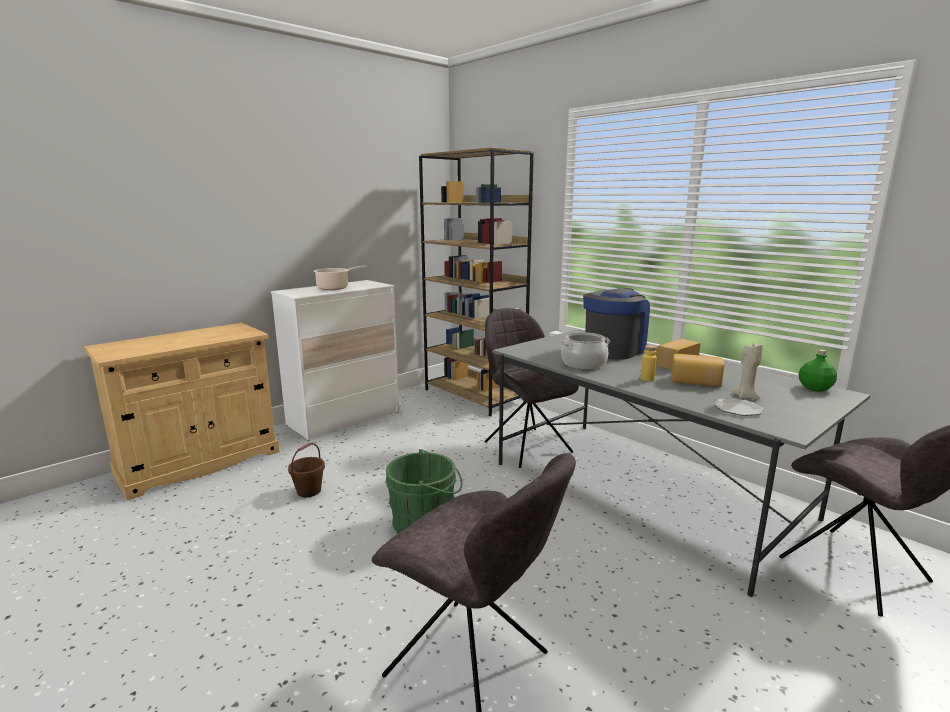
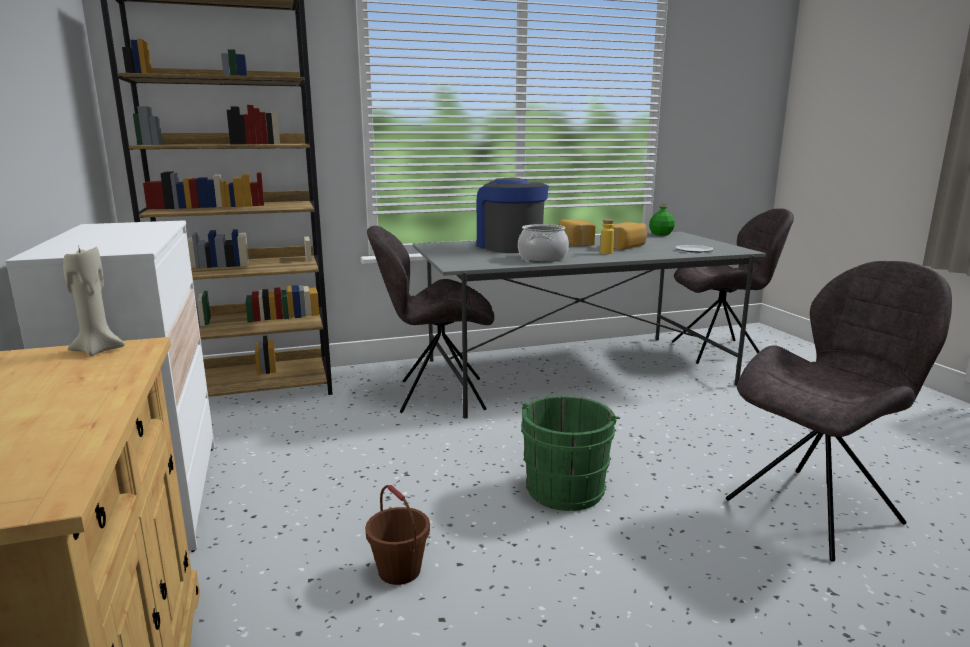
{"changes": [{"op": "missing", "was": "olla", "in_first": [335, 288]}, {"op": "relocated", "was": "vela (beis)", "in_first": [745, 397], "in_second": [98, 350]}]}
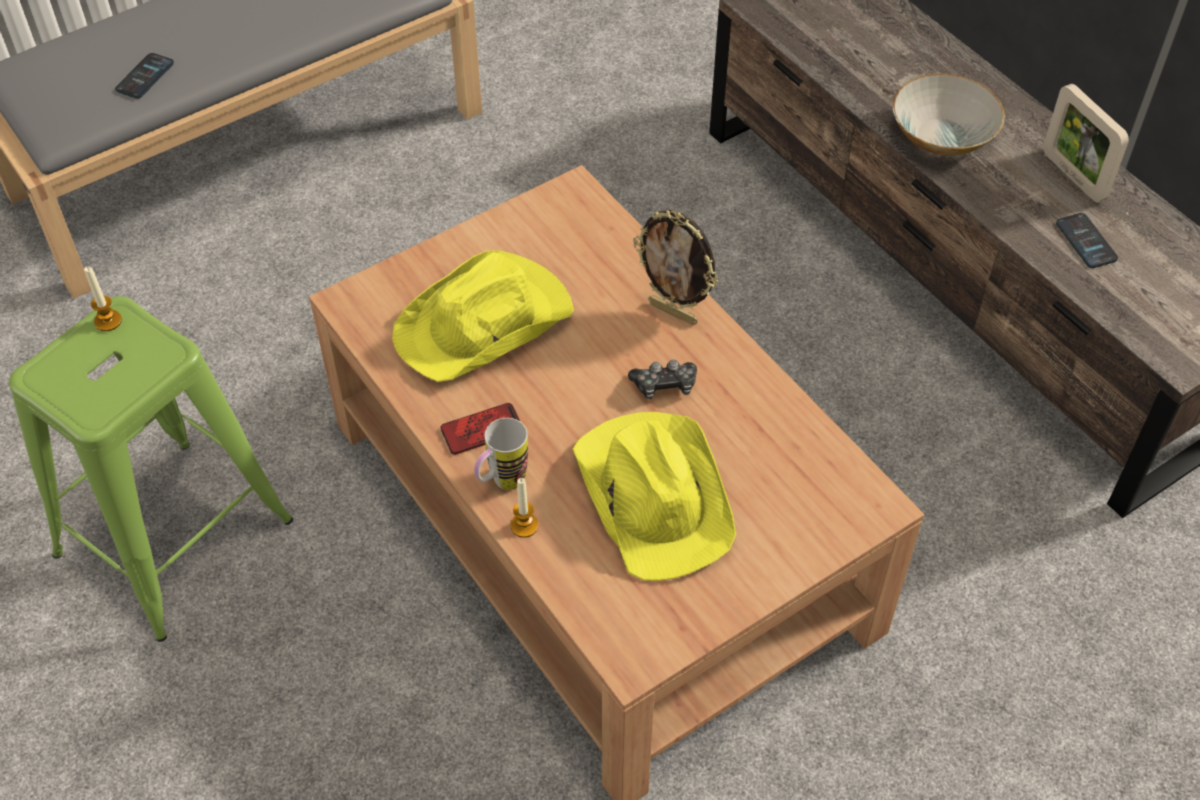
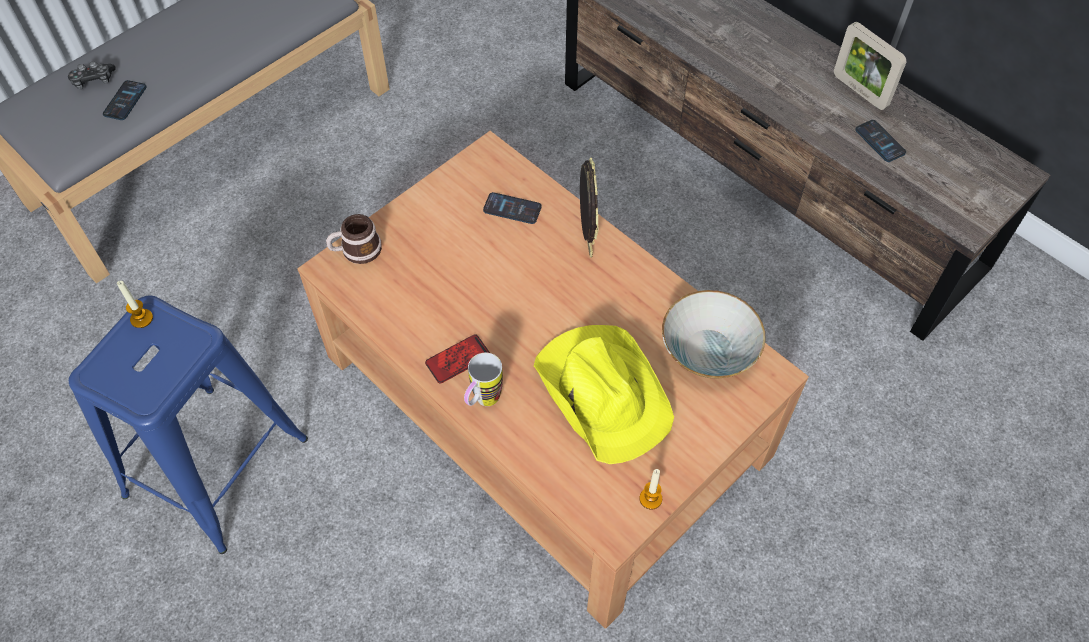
{"changes": [{"op": "colour", "was": "taburete (verde)", "now": "taburete (azul)", "in_first": [172, 538], "in_second": [215, 468]}, {"op": "missing", "was": "sombrero (amarillo)", "in_first": [485, 323]}, {"op": "relocated", "was": "vela", "in_first": [524, 526], "in_second": [650, 499]}, {"op": "relocated", "was": "mando de consola", "in_first": [664, 385], "in_second": [93, 80]}, {"op": "spun", "was": "portarretratos", "in_first": [674, 312], "in_second": [586, 241], "clockwise": -120}, {"op": "relocated", "was": "cuenco", "in_first": [940, 136], "in_second": [707, 349]}, {"op": "appeared", "now": "taza grande", "in_second": [356, 250]}, {"op": "appeared", "now": "móvil", "in_second": [512, 209]}]}
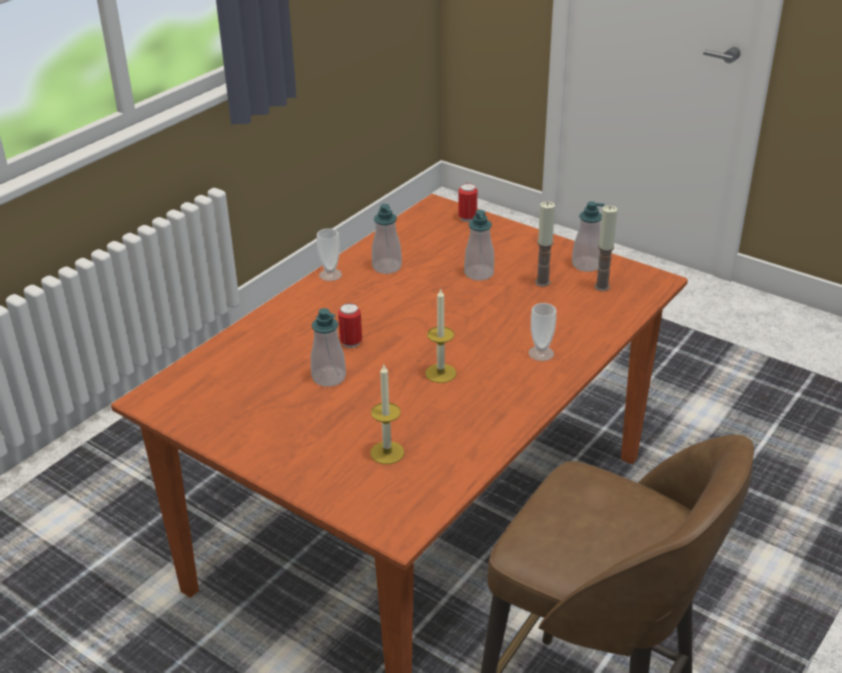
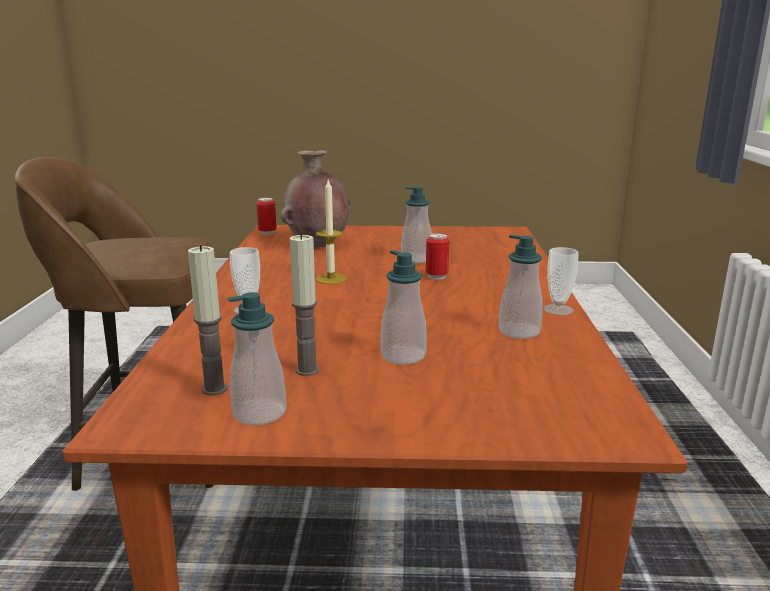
{"changes": [{"op": "exchanged", "was": "vela", "now": "florero (marrón)", "in_first": [387, 452], "in_second": [317, 244]}, {"op": "relocated", "was": "lata", "in_first": [467, 218], "in_second": [267, 233]}]}
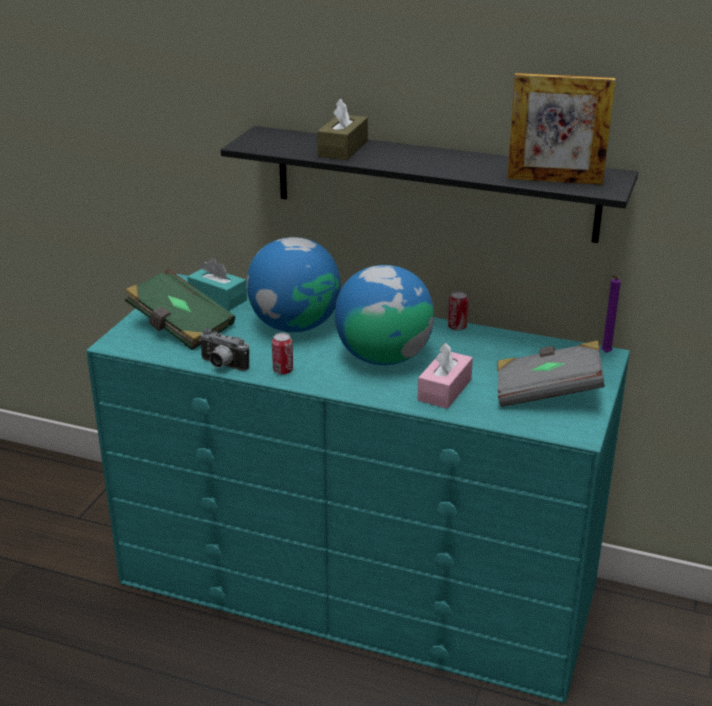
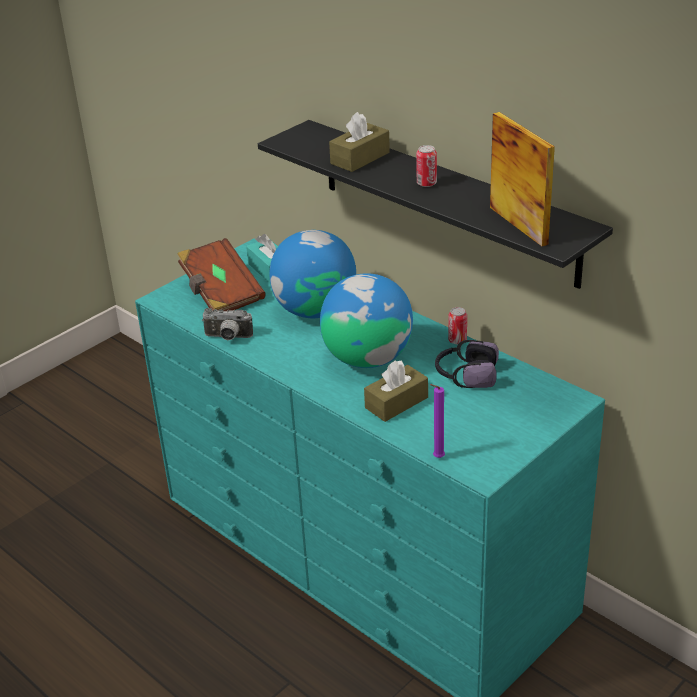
{"changes": [{"op": "colour", "was": "libro (verde)", "now": "libro (marrón)", "in_first": [180, 327], "in_second": [221, 293]}, {"op": "spun", "was": "cámara", "in_first": [221, 366], "in_second": [228, 338], "clockwise": -45}, {"op": "relocated", "was": "lata", "in_first": [283, 371], "in_second": [426, 184]}, {"op": "colour", "was": "caja de pañuelos (rosa)", "now": "caja de pañuelos (marrón)", "in_first": [444, 390], "in_second": [396, 403]}, {"op": "missing", "was": "libro (gris)", "in_first": [547, 393]}, {"op": "spun", "was": "portarretratos", "in_first": [554, 180], "in_second": [518, 225], "clockwise": -150}, {"op": "relocated", "was": "vela (morado)", "in_first": [605, 353], "in_second": [437, 458]}, {"op": "appeared", "now": "auriculares", "in_second": [466, 375]}]}
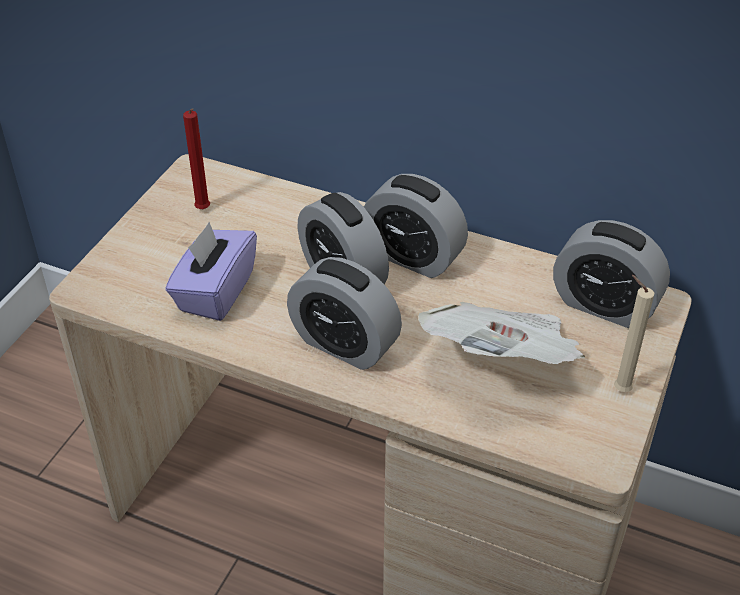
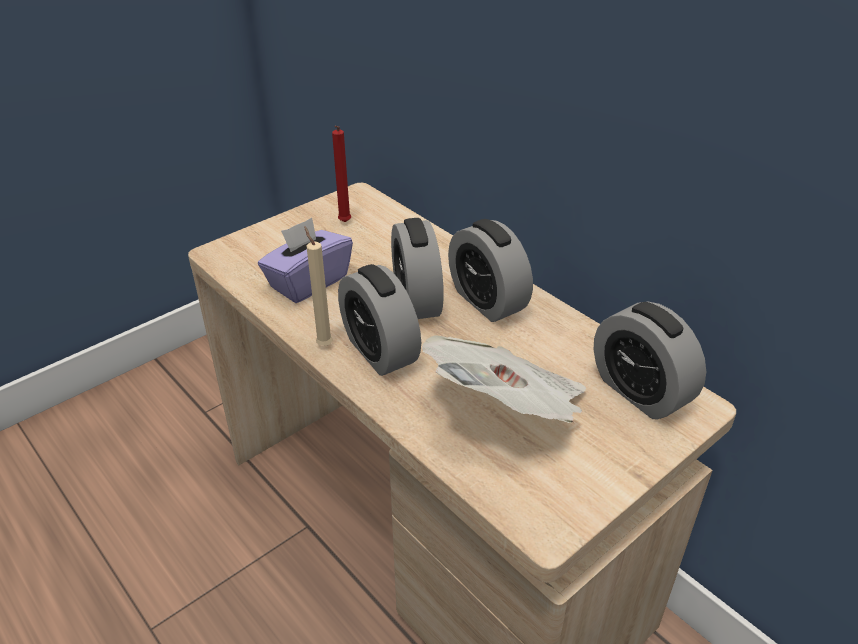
{"changes": [{"op": "relocated", "was": "vela (beis)", "in_first": [619, 389], "in_second": [323, 344]}]}
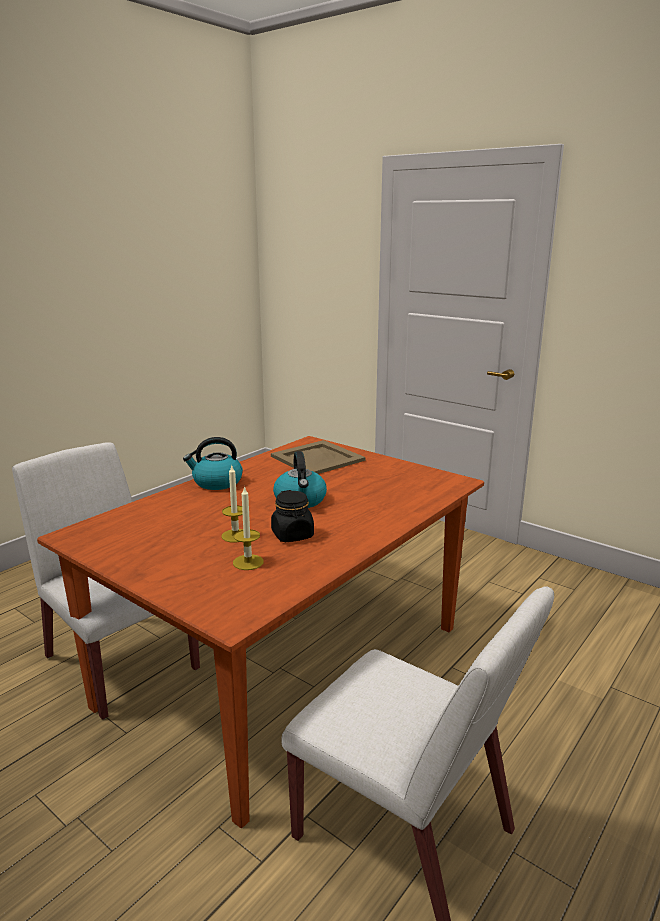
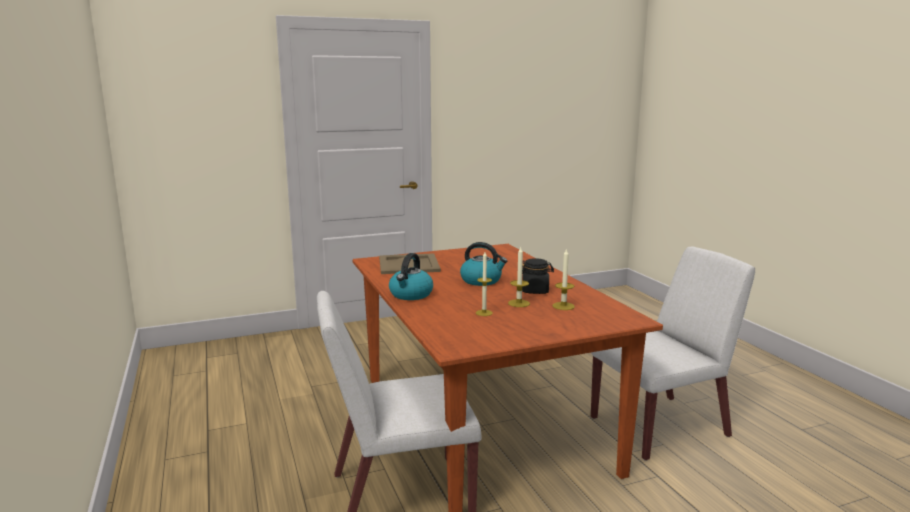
{"changes": [{"op": "appeared", "now": "vela", "in_second": [484, 313]}]}
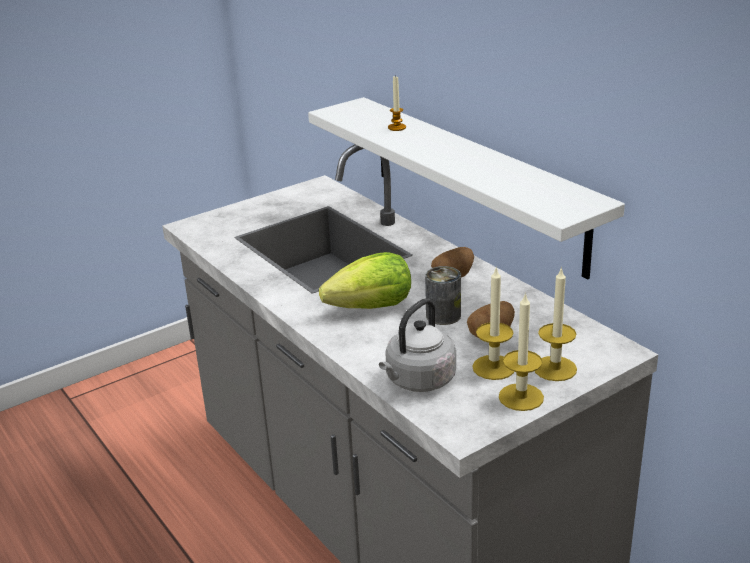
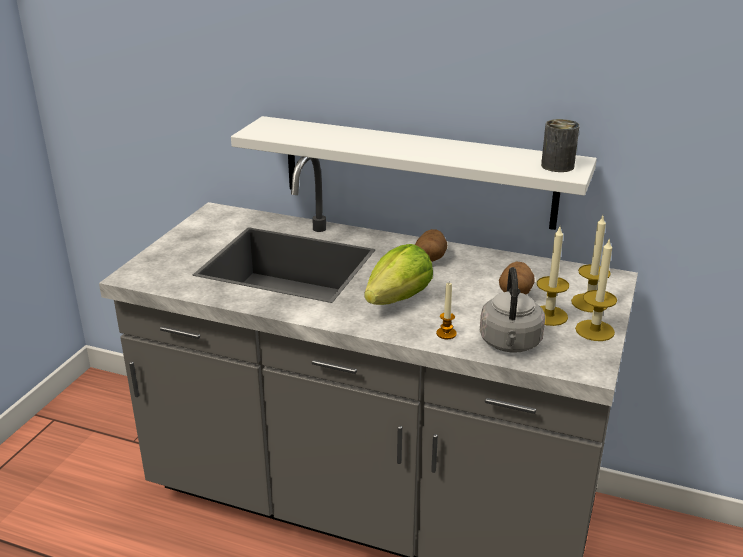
{"changes": [{"op": "relocated", "was": "vela", "in_first": [397, 127], "in_second": [446, 334]}, {"op": "relocated", "was": "lata", "in_first": [443, 315], "in_second": [557, 166]}]}
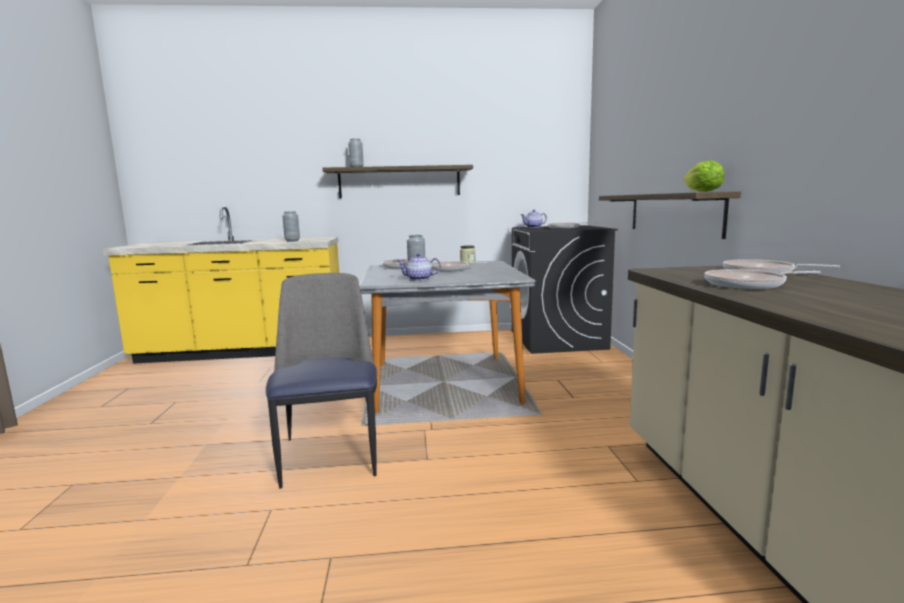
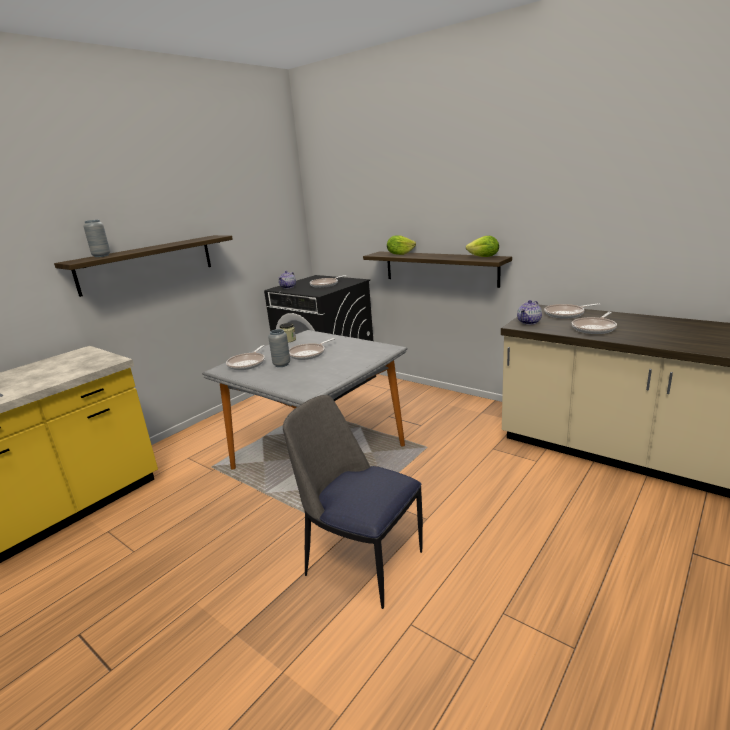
{"changes": [{"op": "missing", "was": "florero (gris)", "in_first": [292, 241]}, {"op": "relocated", "was": "tetera", "in_first": [419, 279], "in_second": [529, 322]}, {"op": "appeared", "now": "lechuga", "in_second": [400, 254]}]}
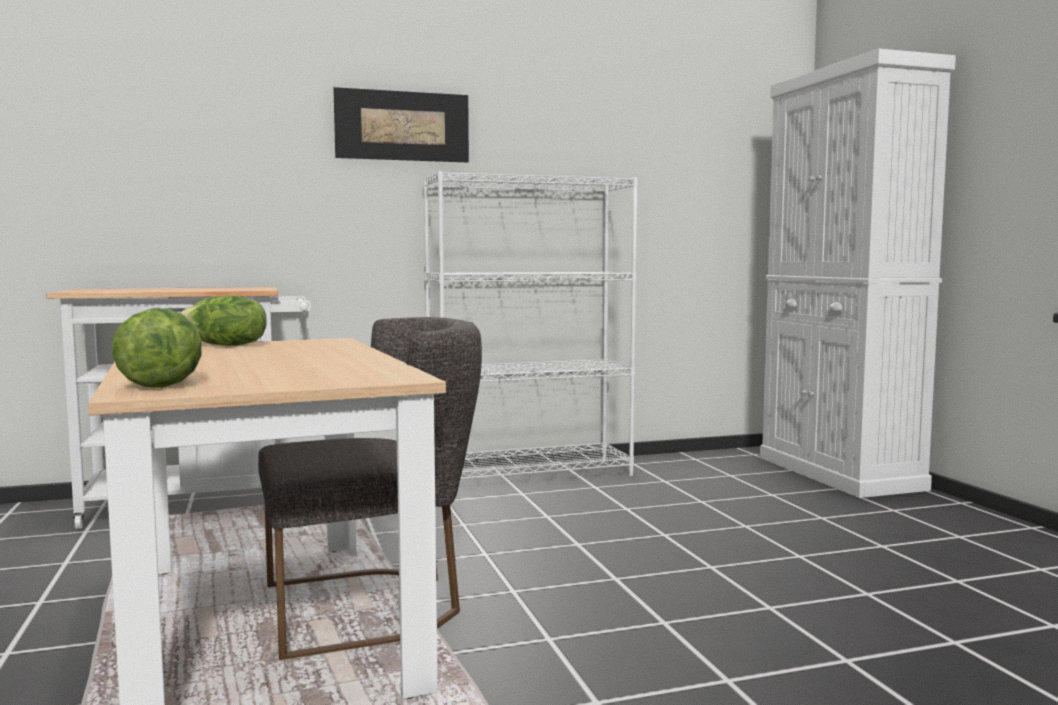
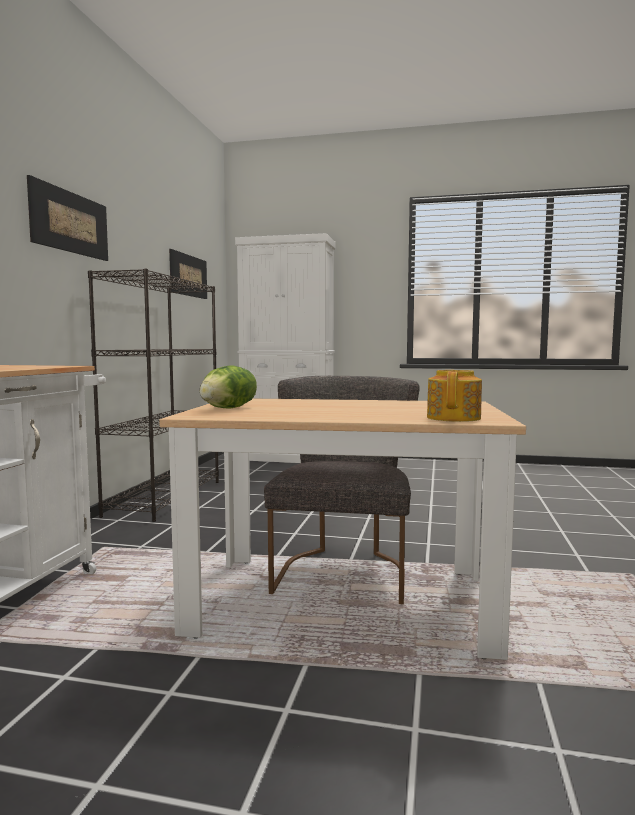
{"changes": [{"op": "exchanged", "was": "lechuga", "now": "tetera", "in_first": [163, 383], "in_second": [454, 418]}, {"op": "colour", "was": "estantería (blanco)", "now": "estantería (negro)", "in_first": [530, 474], "in_second": [165, 497]}, {"op": "appeared", "now": "cuadro", "in_second": [188, 275]}]}
